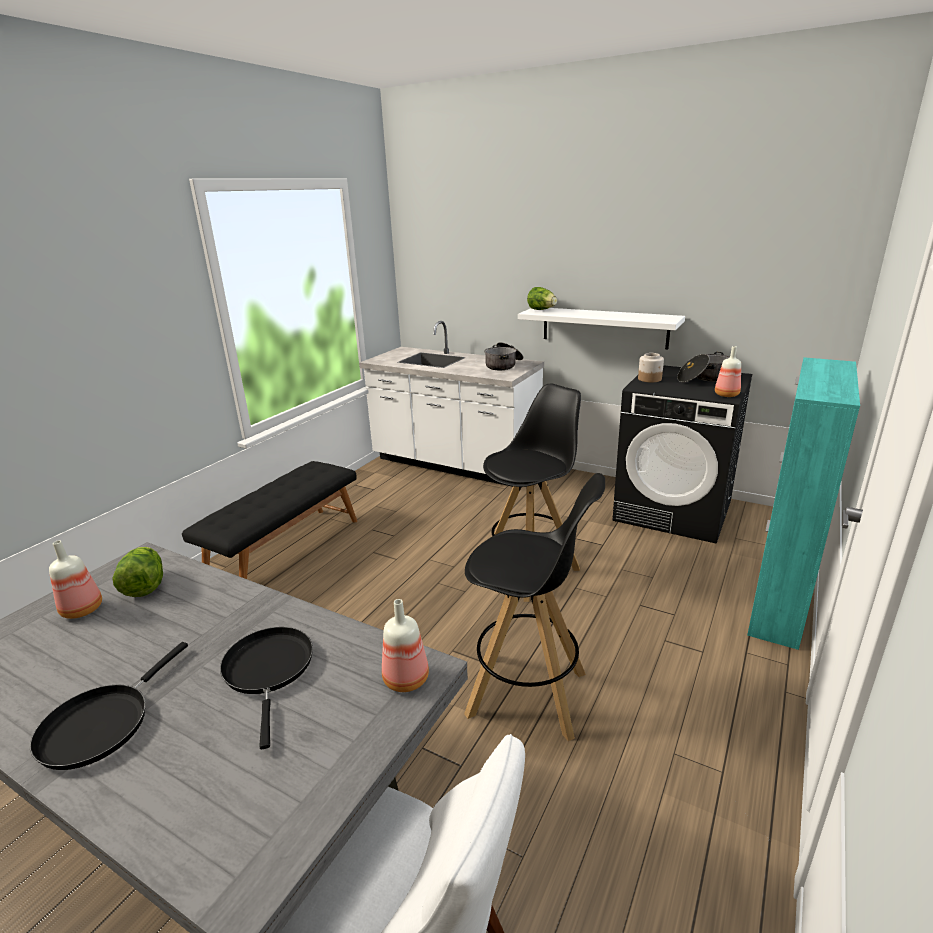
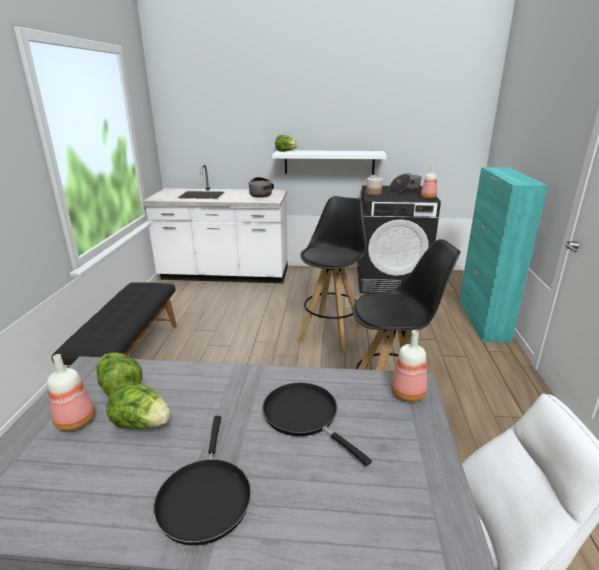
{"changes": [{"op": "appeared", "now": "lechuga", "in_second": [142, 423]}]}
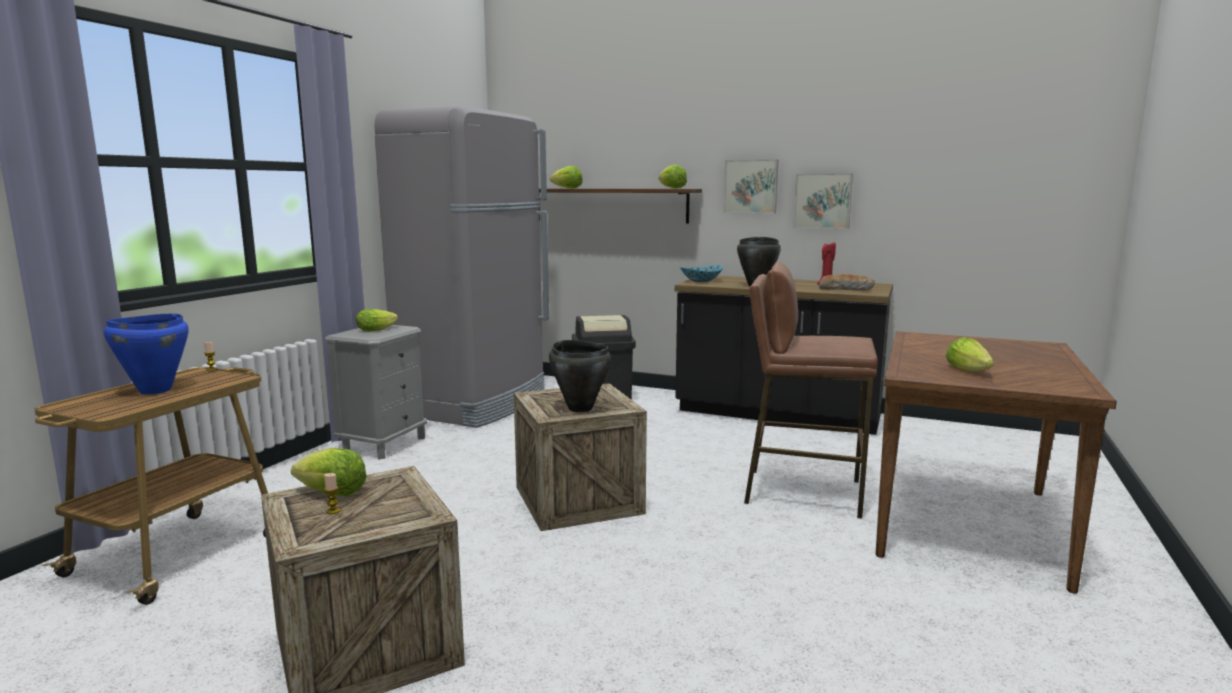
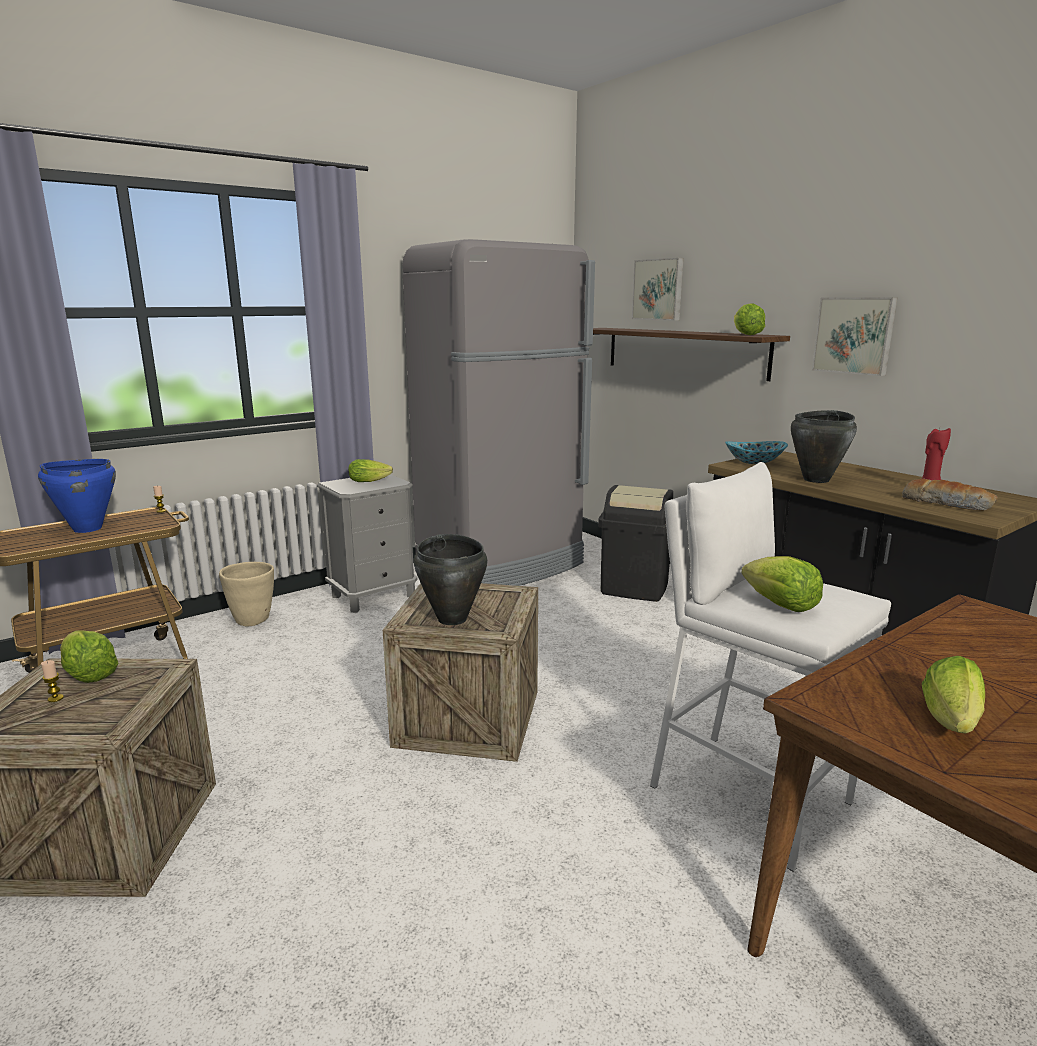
{"changes": [{"op": "relocated", "was": "lechuga", "in_first": [567, 188], "in_second": [780, 605]}, {"op": "colour", "was": "taburete (marrón)", "now": "taburete (blanco)", "in_first": [802, 492], "in_second": [748, 794]}, {"op": "relocated", "was": "cuadro", "in_first": [823, 201], "in_second": [659, 289]}, {"op": "appeared", "now": "maceta (beis)", "in_second": [252, 620]}]}
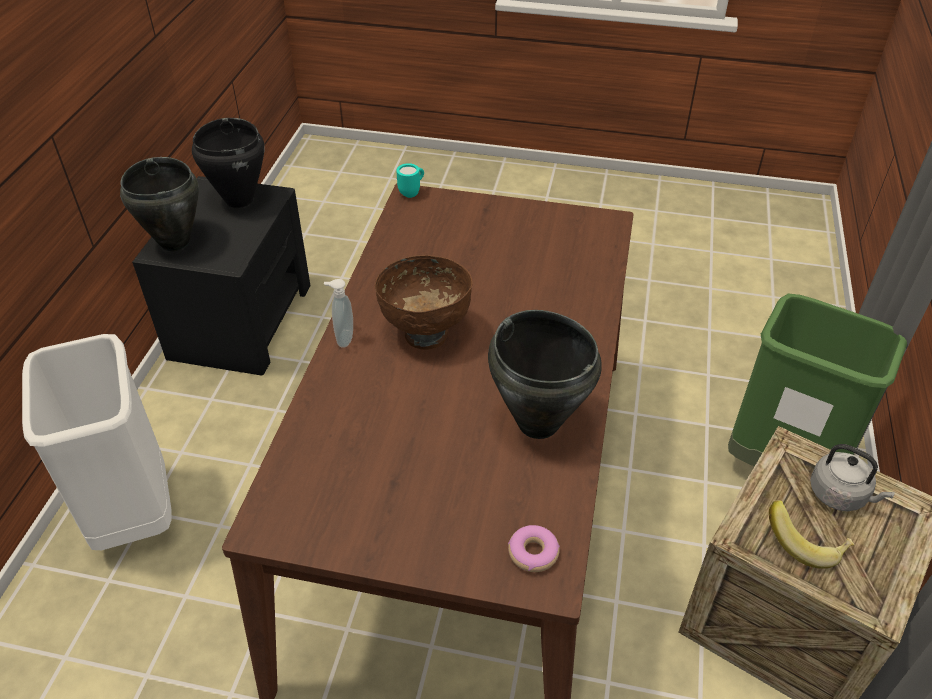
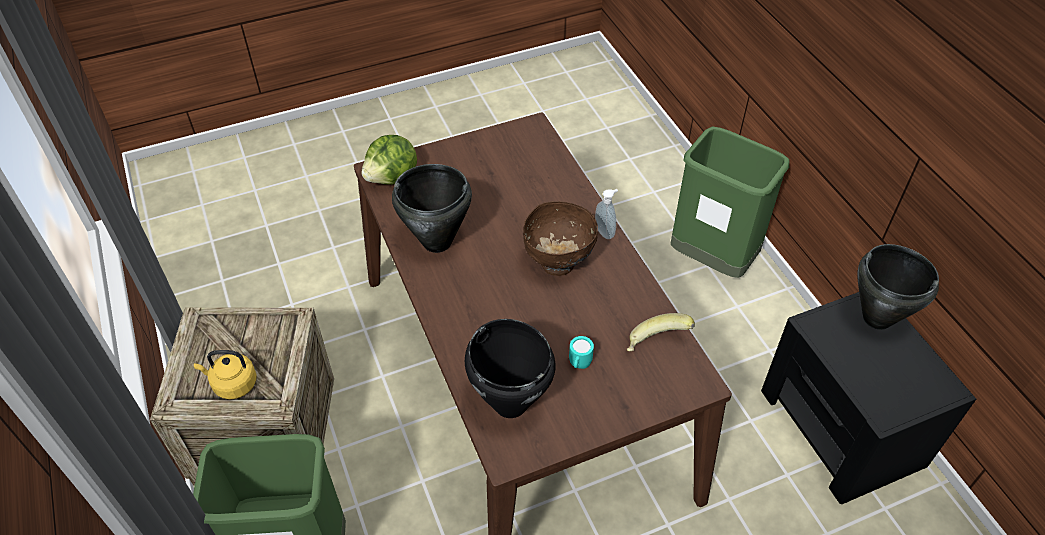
{"changes": [{"op": "colour", "was": "papelera (blanco)", "now": "papelera (verde)", "in_first": [134, 515], "in_second": [712, 260]}, {"op": "relocated", "was": "olla (negro)", "in_first": [239, 200], "in_second": [510, 403]}, {"op": "relocated", "was": "taza grande (turquesa)", "in_first": [412, 193], "in_second": [579, 365]}, {"op": "exchanged", "was": "rosquilla", "now": "lechuga", "in_first": [533, 553], "in_second": [392, 178]}, {"op": "relocated", "was": "plátano", "in_first": [805, 543], "in_second": [656, 344]}, {"op": "colour", "was": "hervidor (gris)", "now": "hervidor (amarillo)", "in_first": [840, 495], "in_second": [233, 384]}]}
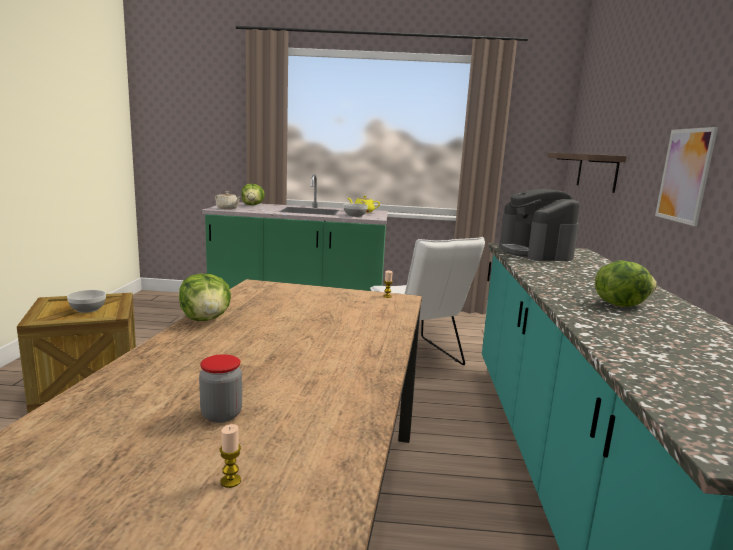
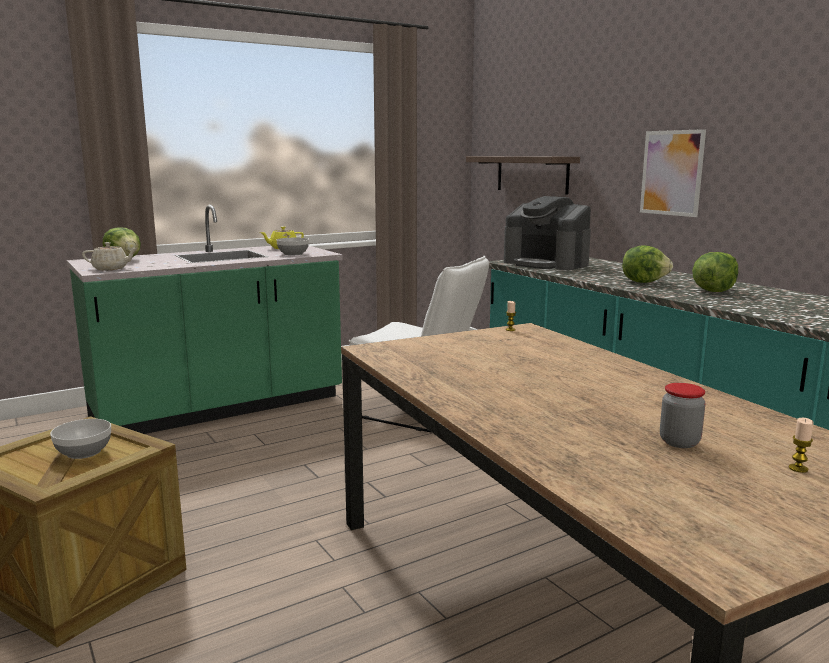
{"changes": [{"op": "relocated", "was": "lechuga", "in_first": [206, 319], "in_second": [644, 282]}]}
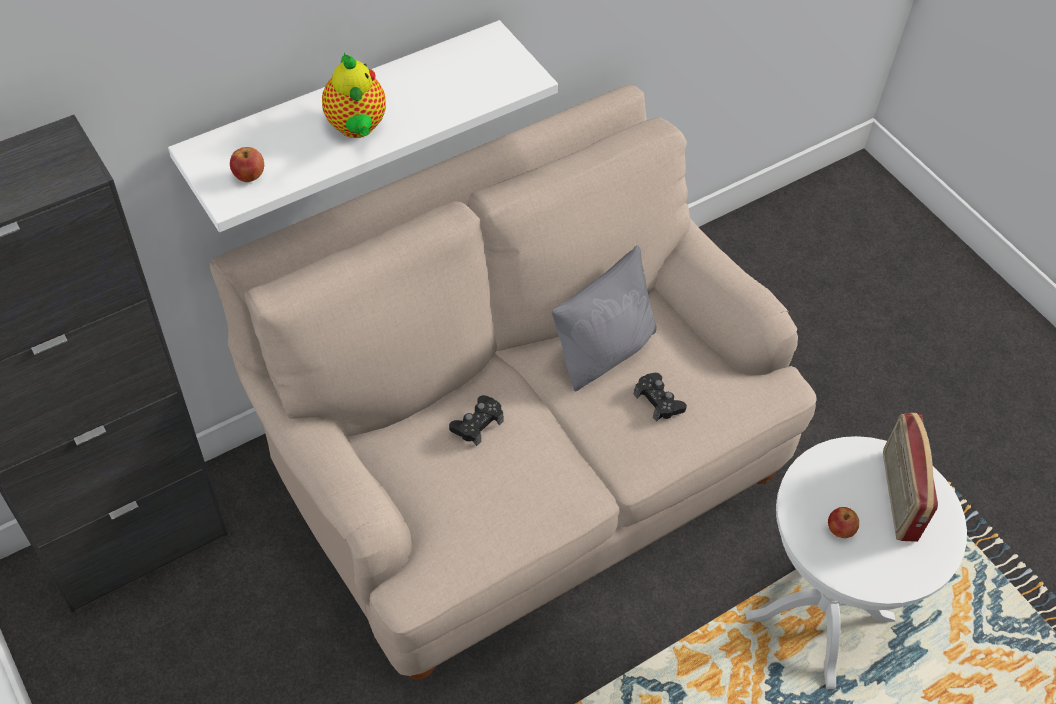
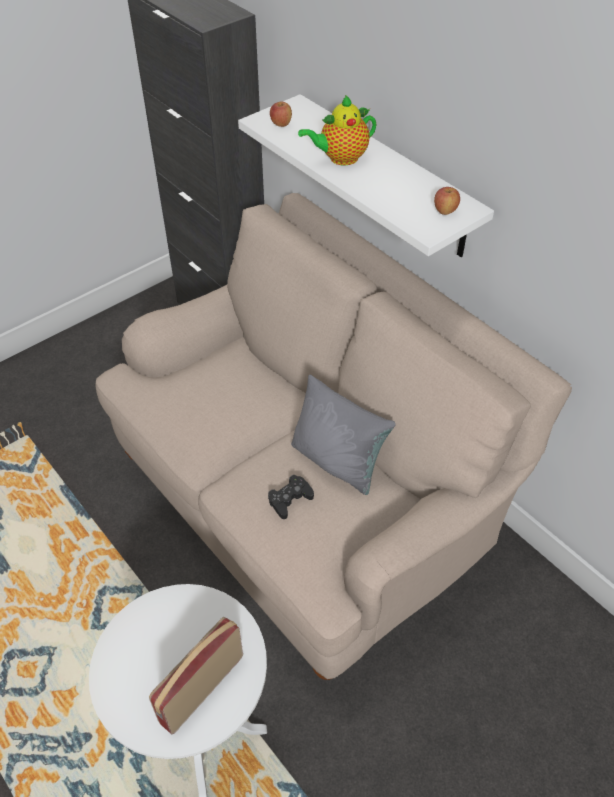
{"changes": [{"op": "missing", "was": "mando de consola (negro)", "in_first": [477, 423]}, {"op": "relocated", "was": "manzana", "in_first": [839, 530], "in_second": [445, 211]}, {"op": "spun", "was": "radio", "in_first": [897, 495], "in_second": [201, 688], "clockwise": -45}]}
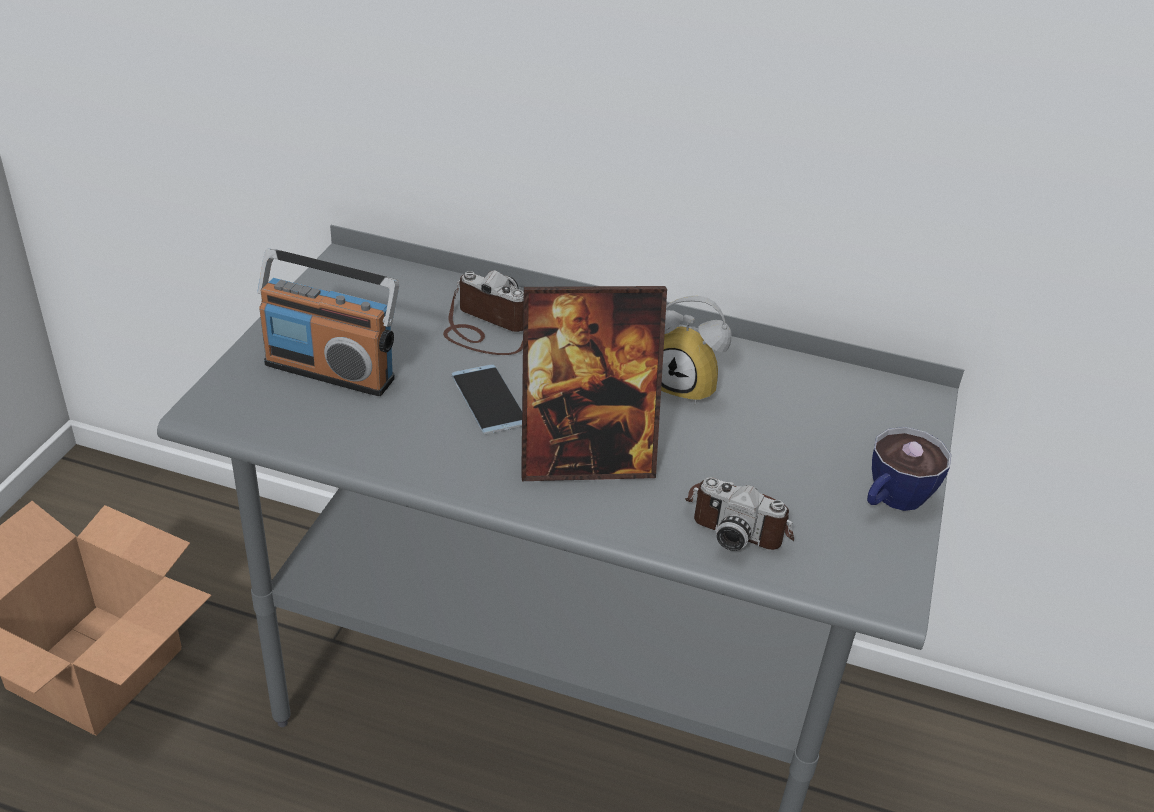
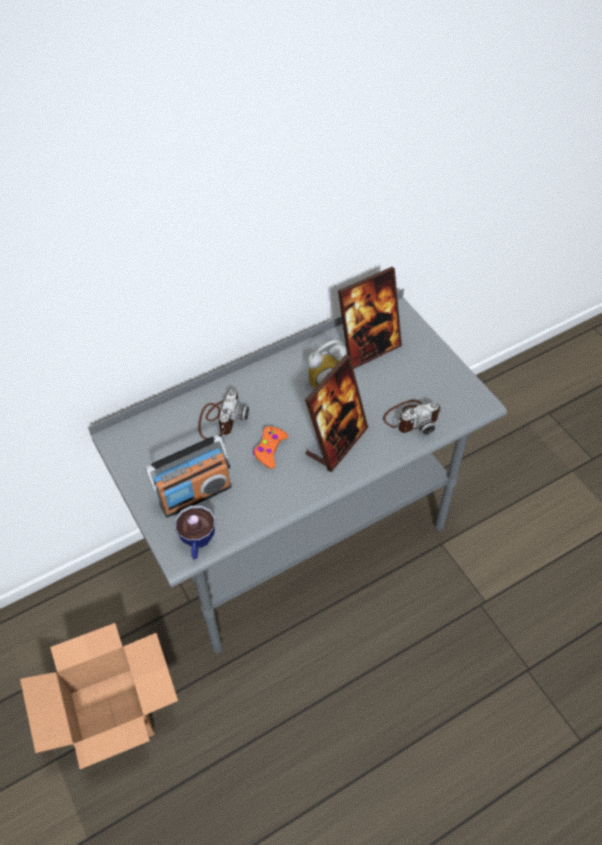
{"changes": [{"op": "spun", "was": "cámara", "in_first": [486, 329], "in_second": [220, 419], "clockwise": 120}, {"op": "exchanged", "was": "móvil", "now": "mando de consola (naranja)", "in_first": [489, 399], "in_second": [270, 449]}, {"op": "relocated", "was": "taza", "in_first": [892, 500], "in_second": [197, 543]}, {"op": "appeared", "now": "portarretratos", "in_second": [368, 349]}]}
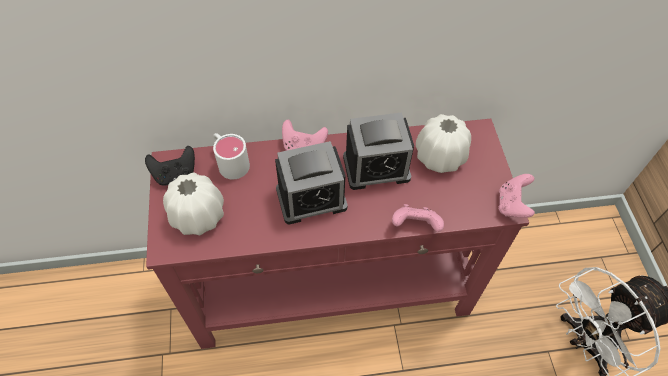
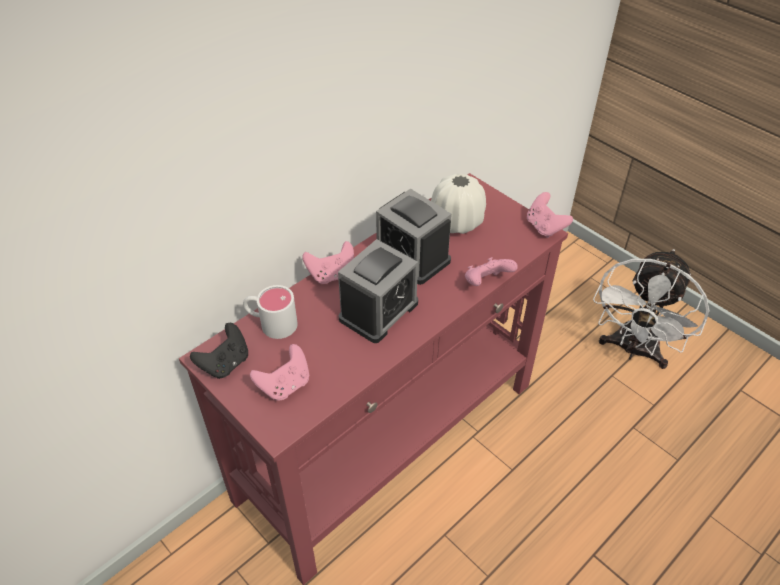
{"changes": [{"op": "exchanged", "was": "florero (blanco)", "now": "mando de consola (rosa)", "in_first": [198, 216], "in_second": [285, 385]}, {"op": "spun", "was": "despertador", "in_first": [376, 168], "in_second": [412, 257], "clockwise": 90}]}
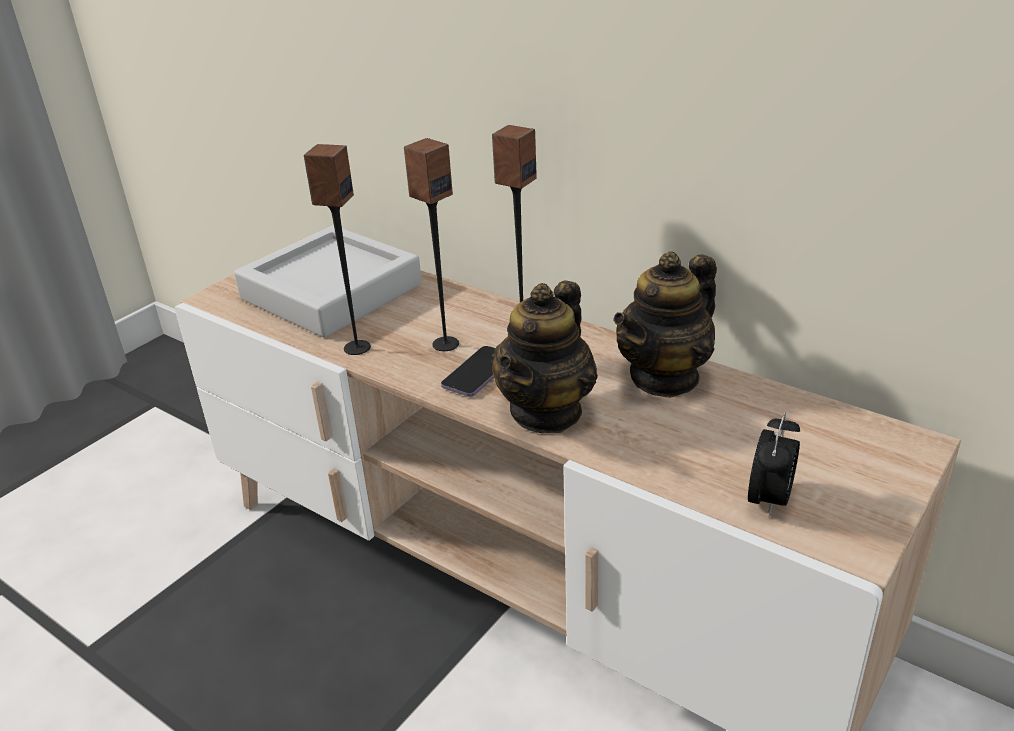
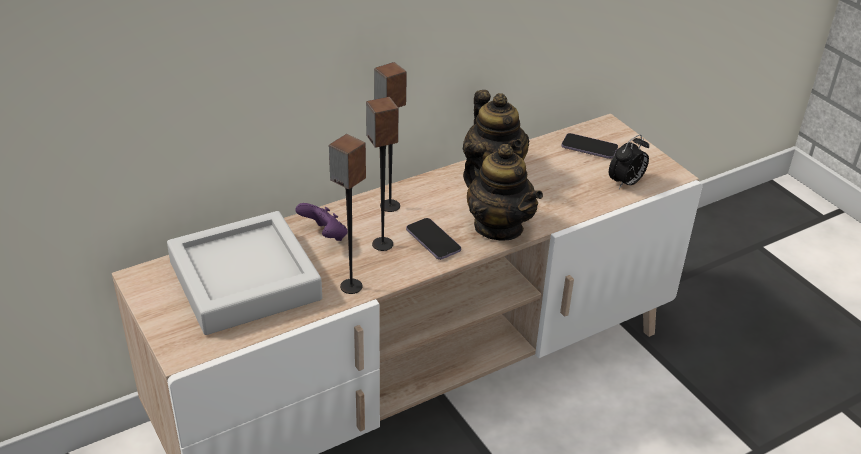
{"changes": [{"op": "spun", "was": "despertador", "in_first": [769, 501], "in_second": [626, 183], "clockwise": 90}, {"op": "appeared", "now": "mando de consola (morado)", "in_second": [324, 236]}, {"op": "appeared", "now": "móvil", "in_second": [589, 148]}]}
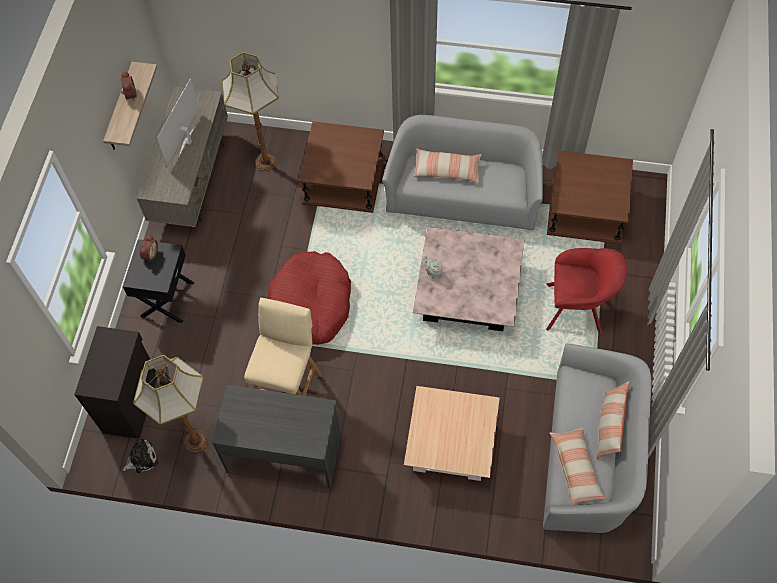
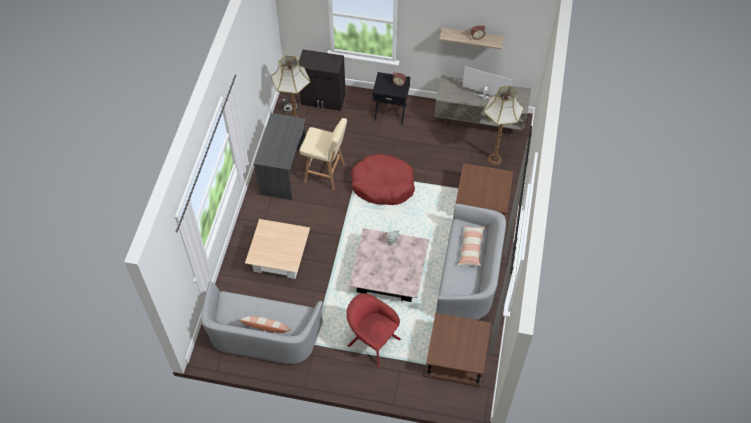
{"changes": [{"op": "spun", "was": "sillón (rojo)", "in_first": [578, 308], "in_second": [372, 341], "clockwise": 120}, {"op": "missing", "was": "cojín", "in_first": [576, 468]}]}
